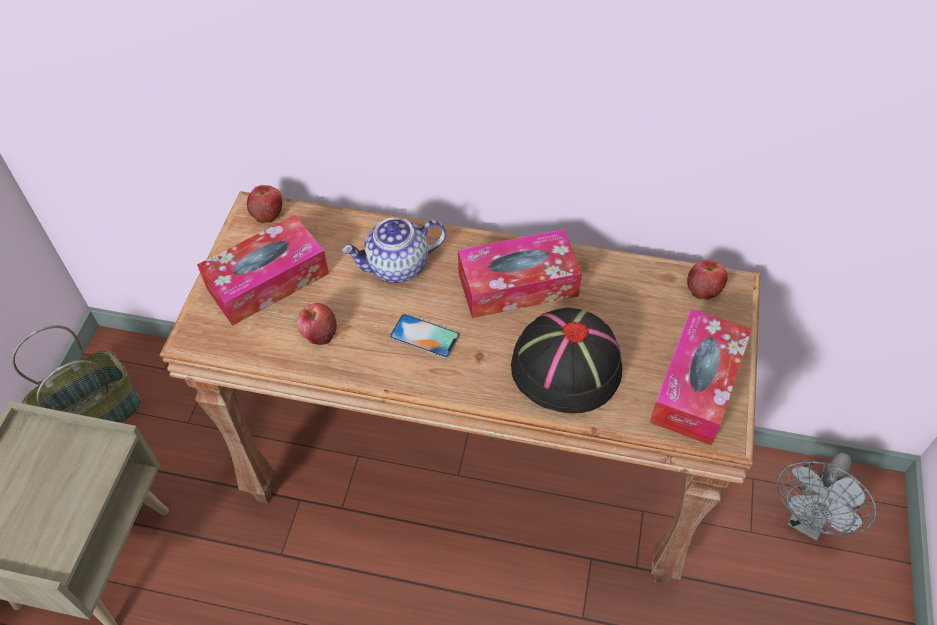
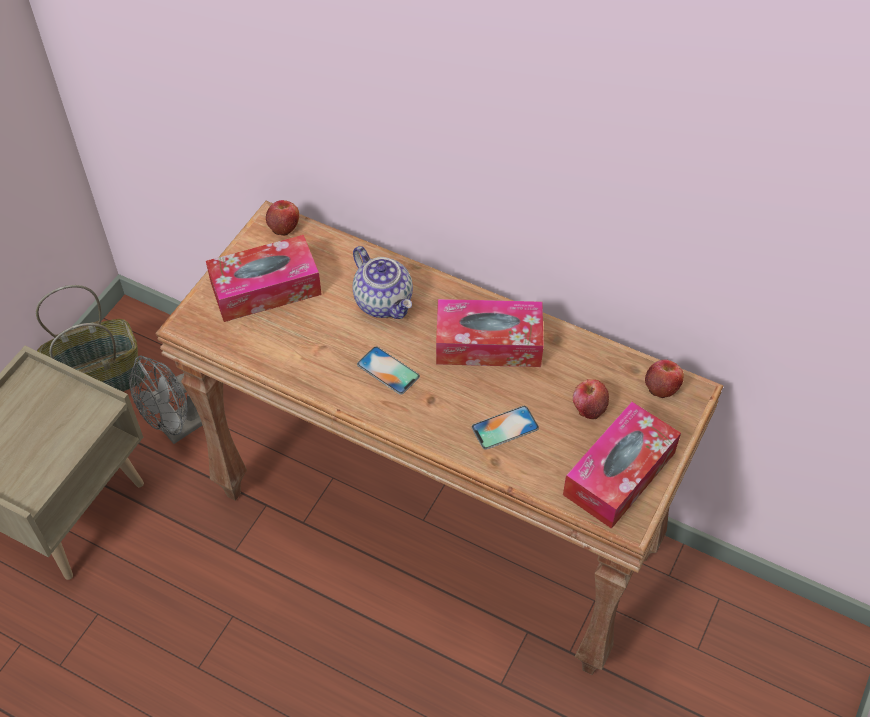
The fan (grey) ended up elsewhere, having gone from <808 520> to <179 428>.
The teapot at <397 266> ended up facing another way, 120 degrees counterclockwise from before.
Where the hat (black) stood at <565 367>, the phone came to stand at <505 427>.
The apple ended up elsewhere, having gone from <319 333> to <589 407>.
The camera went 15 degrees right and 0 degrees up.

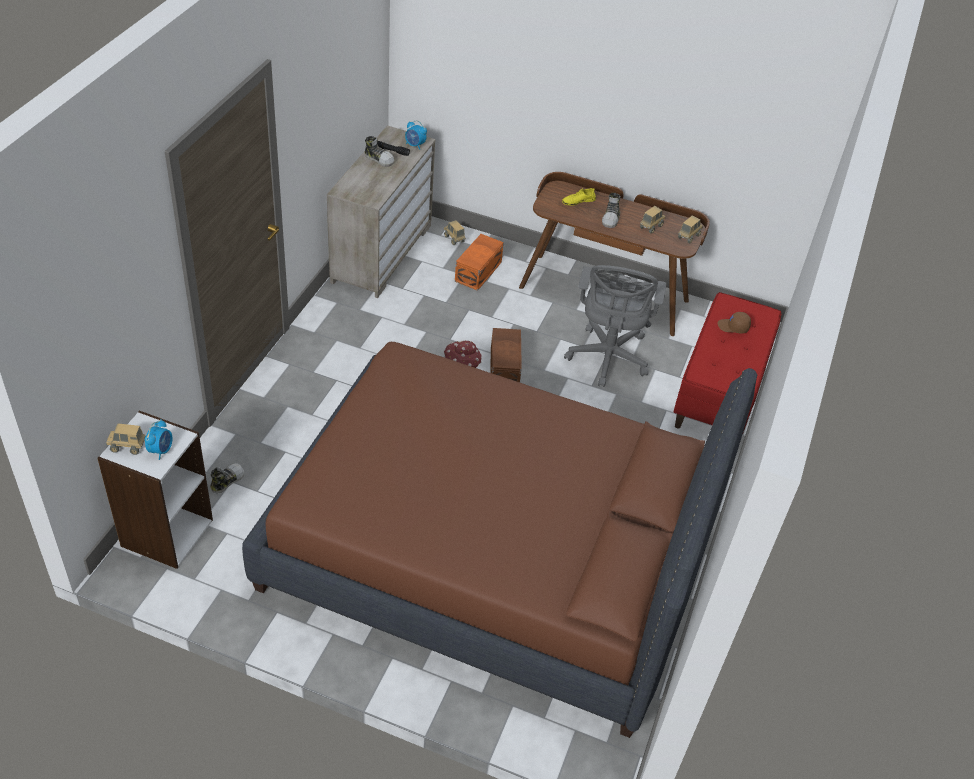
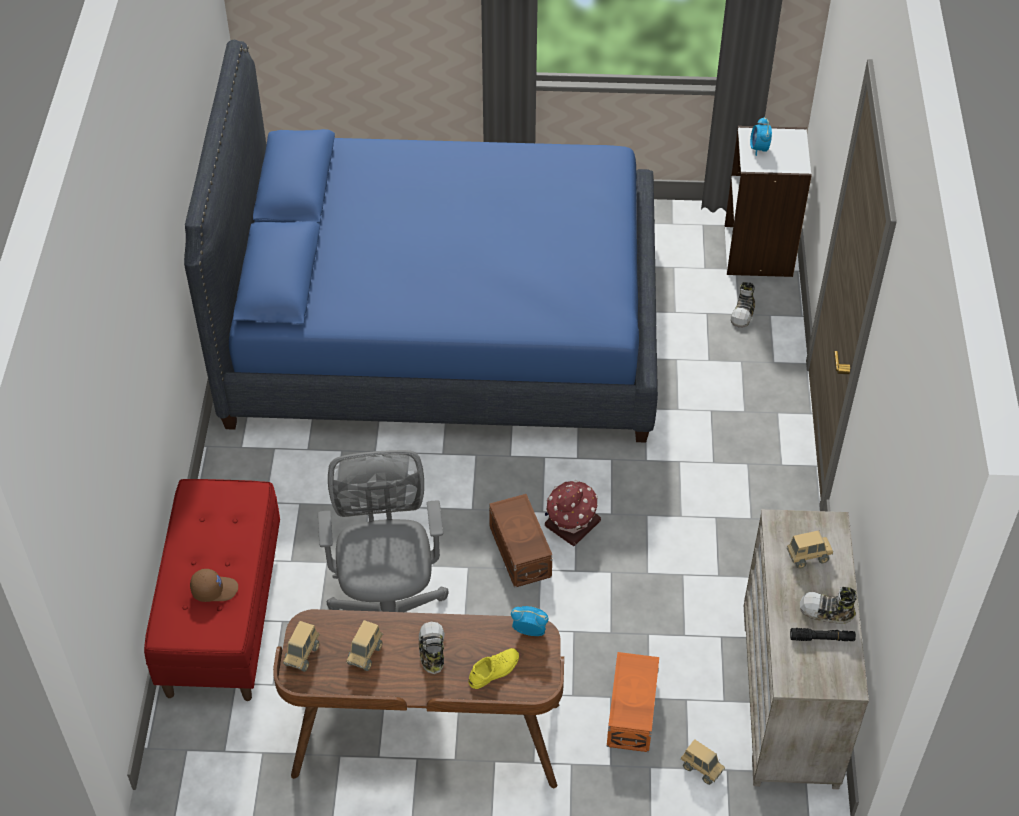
What was the bed (brown) at <490 555> turned into the bed (blue) at <442 325>.
The alarm clock ended up elsewhere, having gone from <415 145> to <529 630>.
The toy truck ended up elsewhere, having gone from <127 447> to <808 557>.
The camera went 165 degrees right and 5 degrees up.

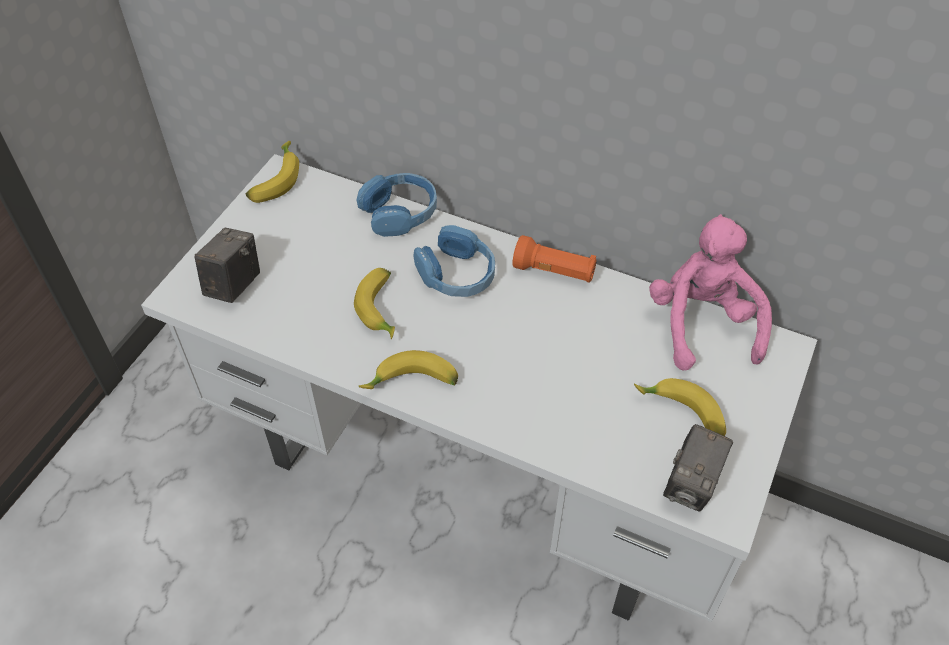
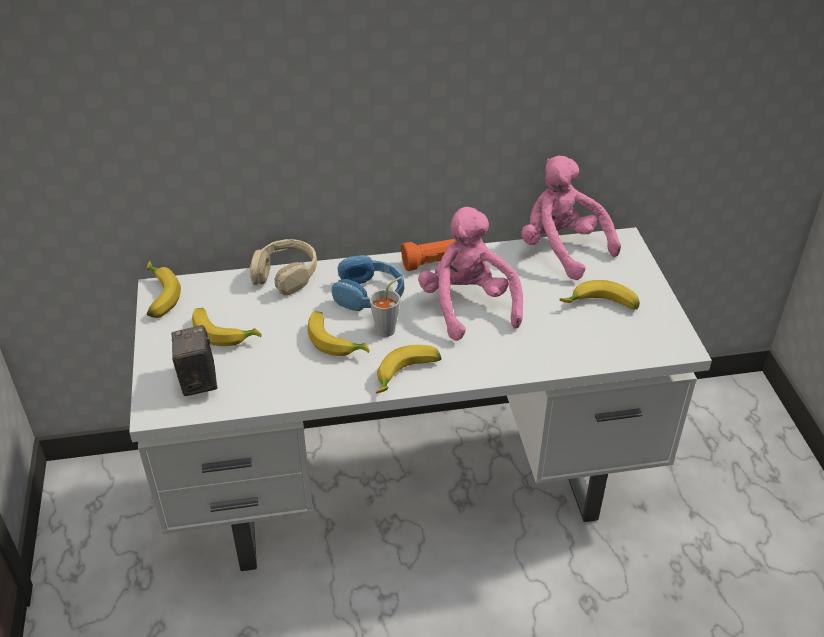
The second view gained the banana at <224 332>.
What was the headphones (blue) at <400 213> turned into the headphones (beige) at <285 275>.
The second view gained the cup (grey) at <389 328>.
The second view gained the plush toy (pink) at <467 306>.
The second view lost the photo camera at <691 485>.
The camera went 35 degrees left and 10 degrees down.

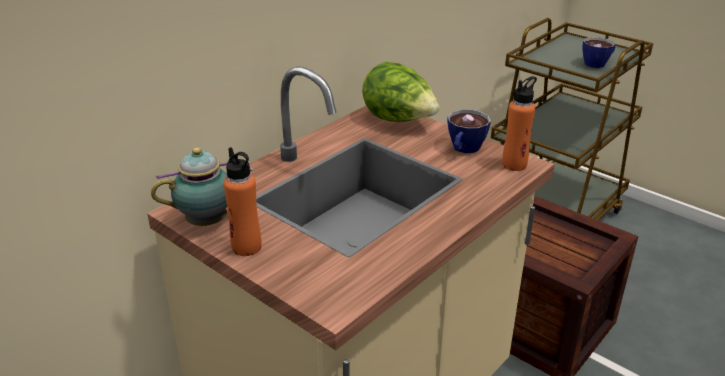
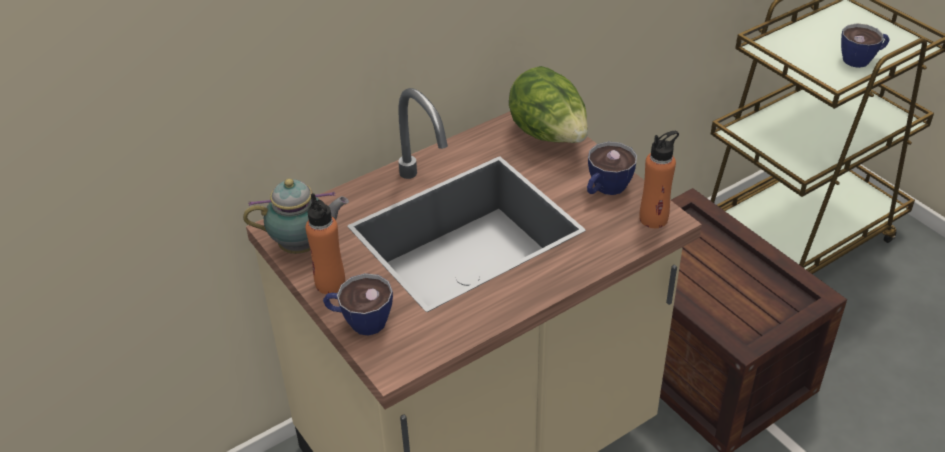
The second view gained the cup at <359 321>.
The camera went 15 degrees right and 10 degrees up.

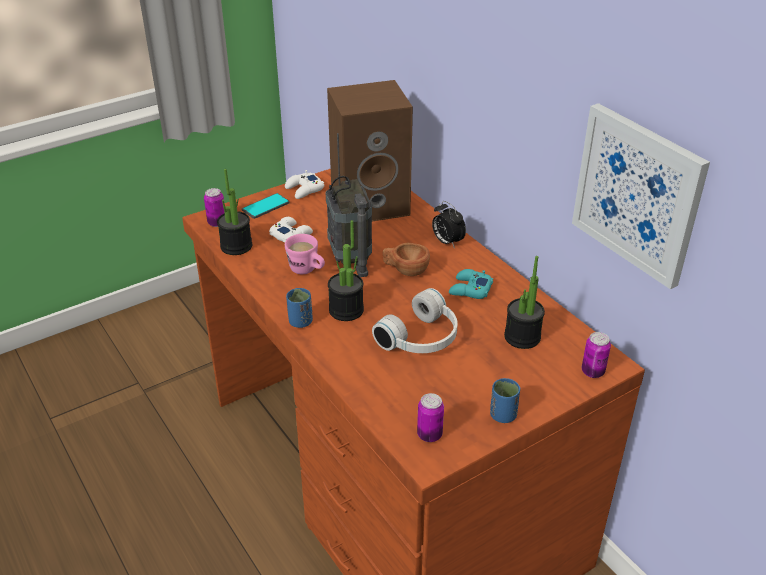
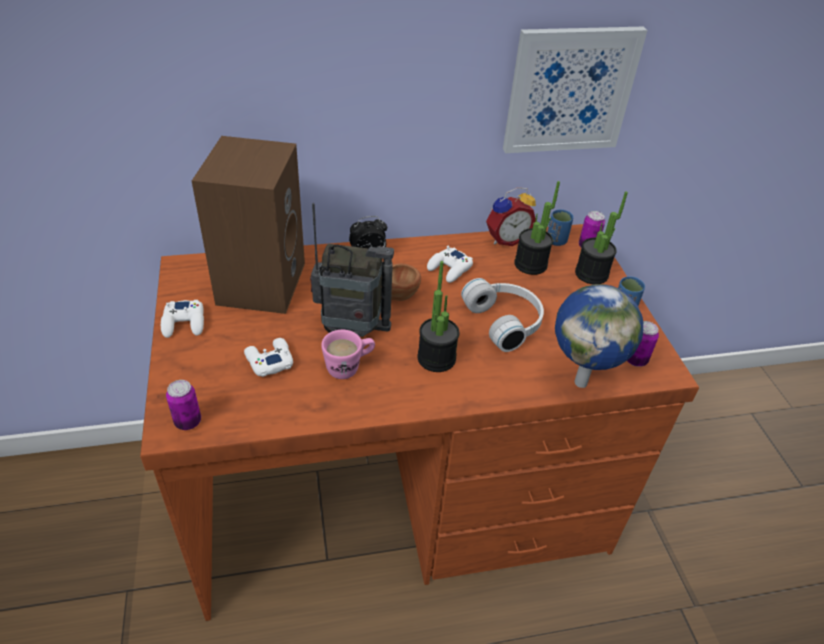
What was the game controller (turquoise) at <470 289> turned into the game controller (white) at <450 269>.
The second view gained the alarm clock at <506 239>.
The cup (blue) ended up elsewhere, having gone from <300 322> to <556 241>.
The second view gained the globe at <581 381>.
The potted plant ended up elsewhere, having gone from <236 246> to <591 274>.
The second view lost the phone at <266 206>.
The camera went 70 degrees left and 5 degrees up.

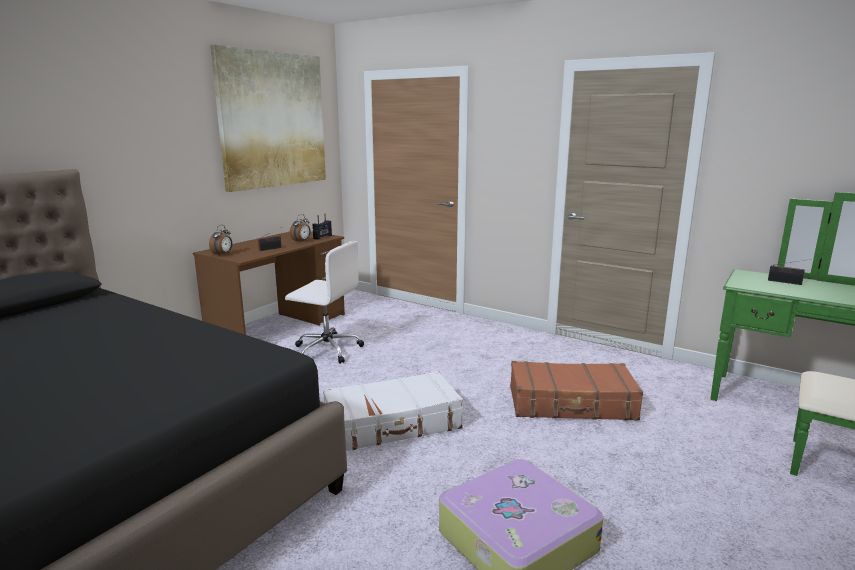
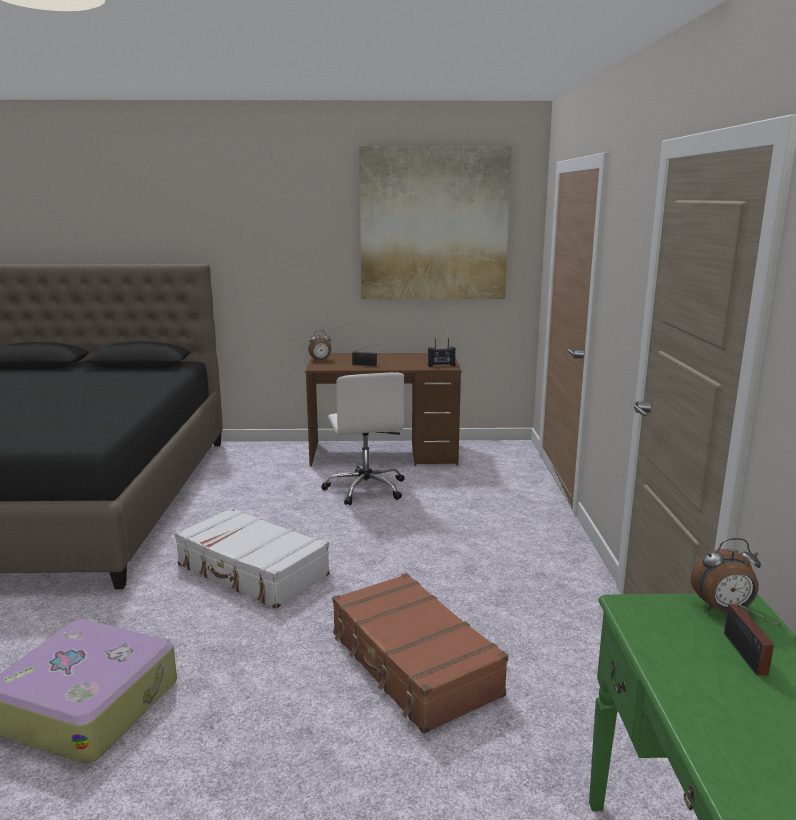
The alarm clock ended up elsewhere, having gone from <301 241> to <723 609>.
The camera went 55 degrees right and 0 degrees up.

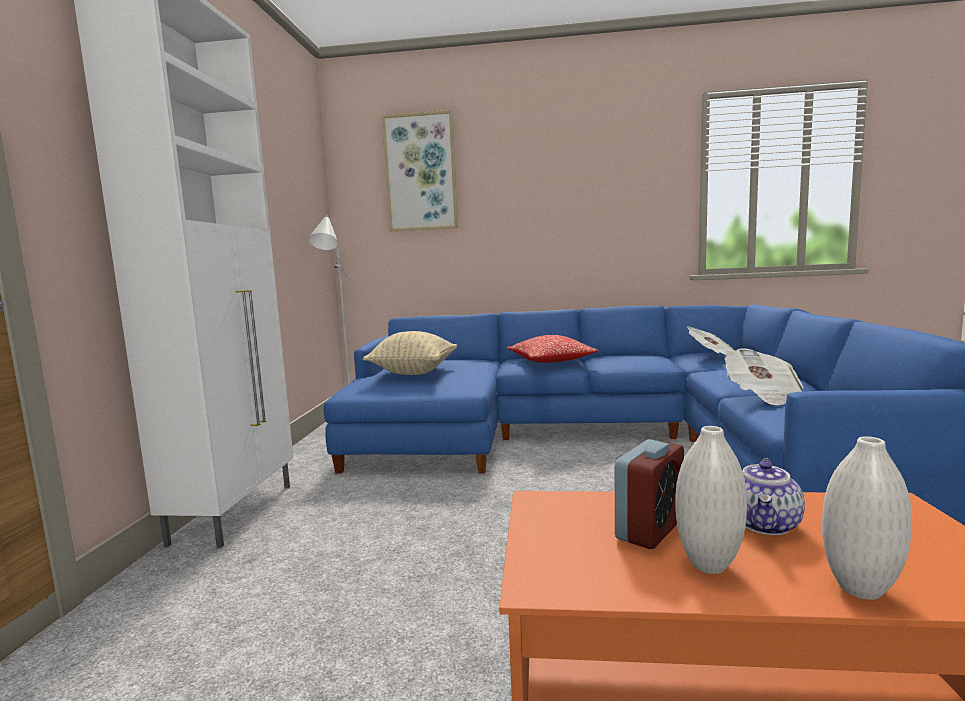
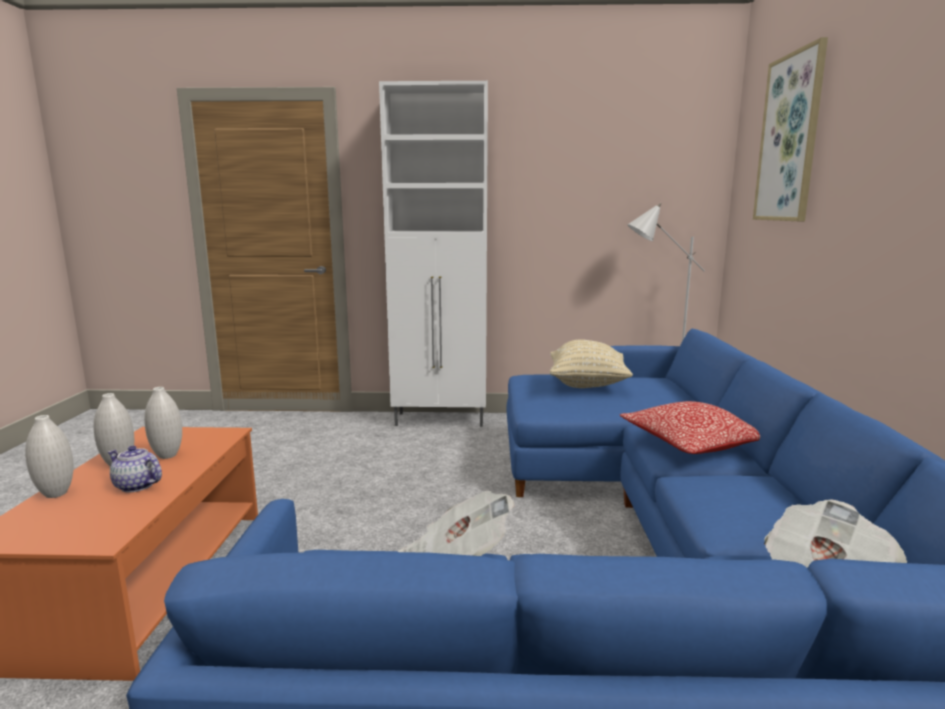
Where the alarm clock stood at <649 529>, the vase (white) came to stand at <167 455>.
The camera went 85 degrees right and 5 degrees up.

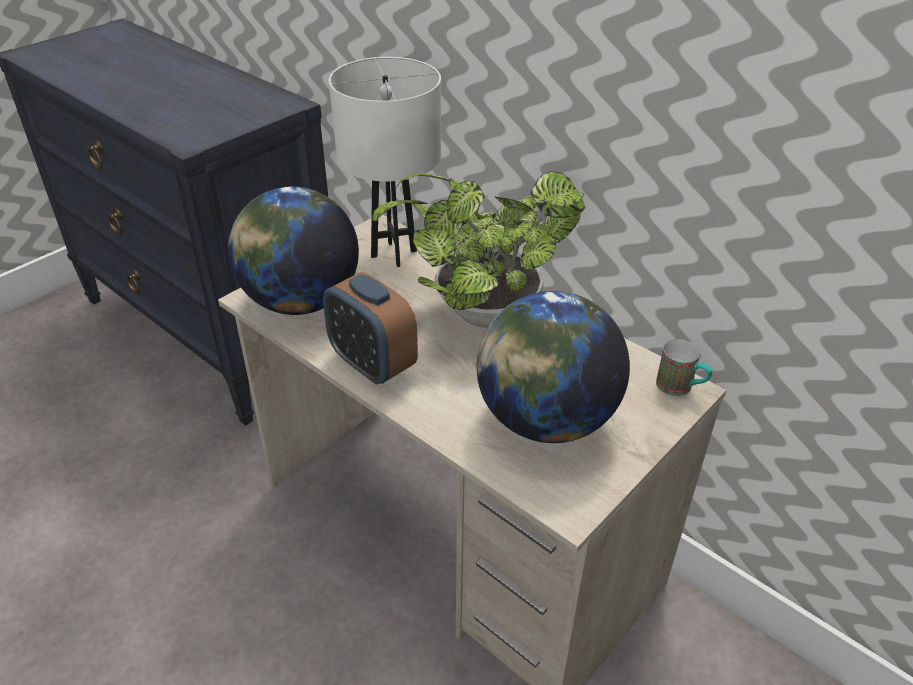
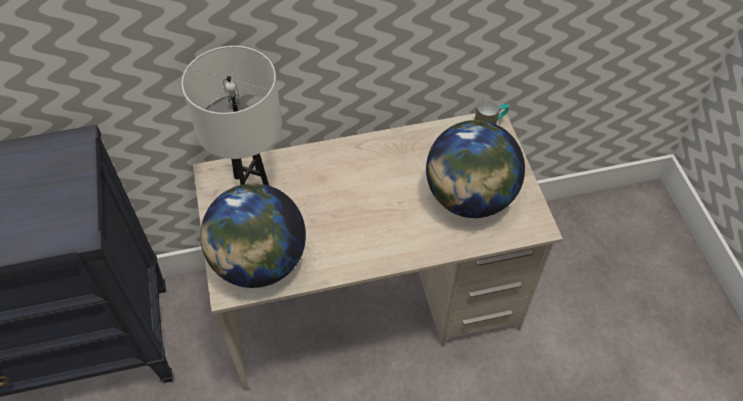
The second view lost the alarm clock at <372 364>.
The second view lost the potted plant at <479 313>.
The camera went 55 degrees left and 15 degrees up.

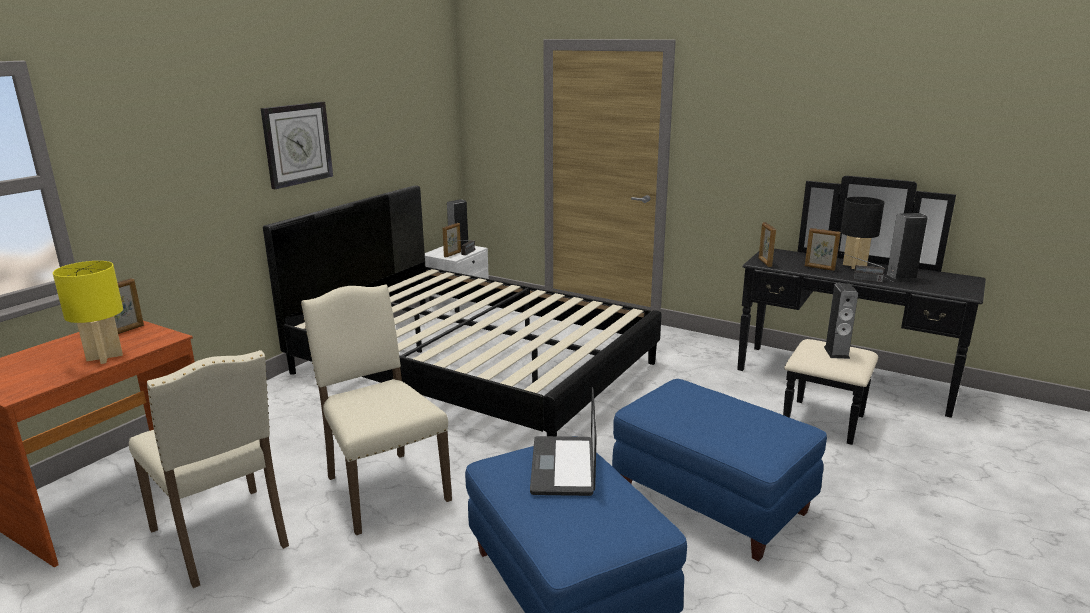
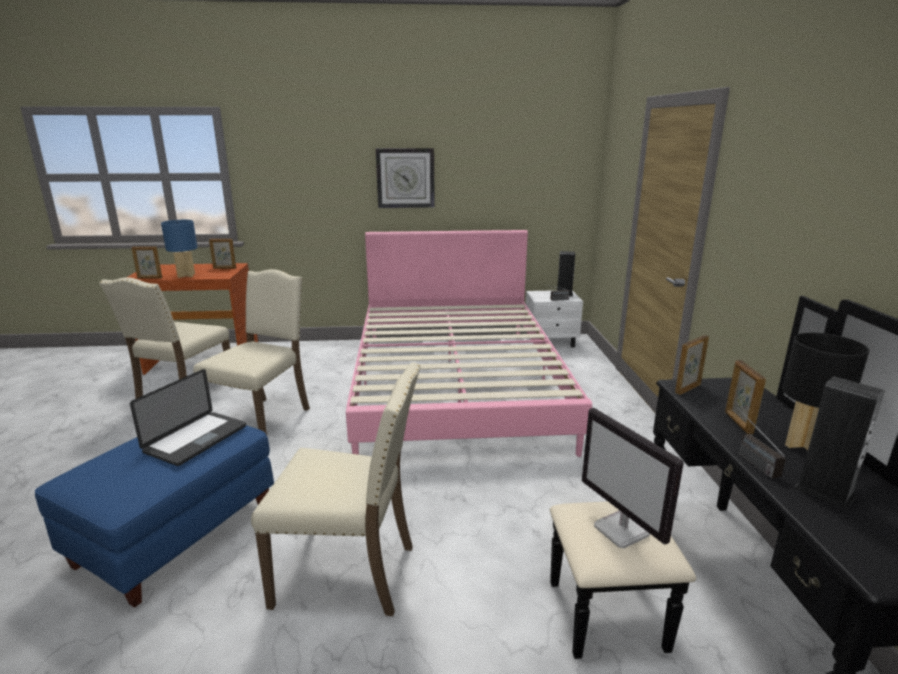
The laptop at <563 467> ended up facing another way, 150 degrees clockwise from before.
The picture frame ended up elsewhere, having gone from <452 254> to <149 278>.
What was the table lamp (yellow) at <104 358> turned into the table lamp (blue) at <186 275>.
Where the ottoman (blue) stood at <712 501>, the chair (beige) came to stand at <349 573>.
What was the bed (black) at <473 367> turned into the bed (pink) at <456 385>.
Where the speaker stood at <836 352>, the monitor came to stand at <622 531>.
The camera went 55 degrees right and 0 degrees up.

